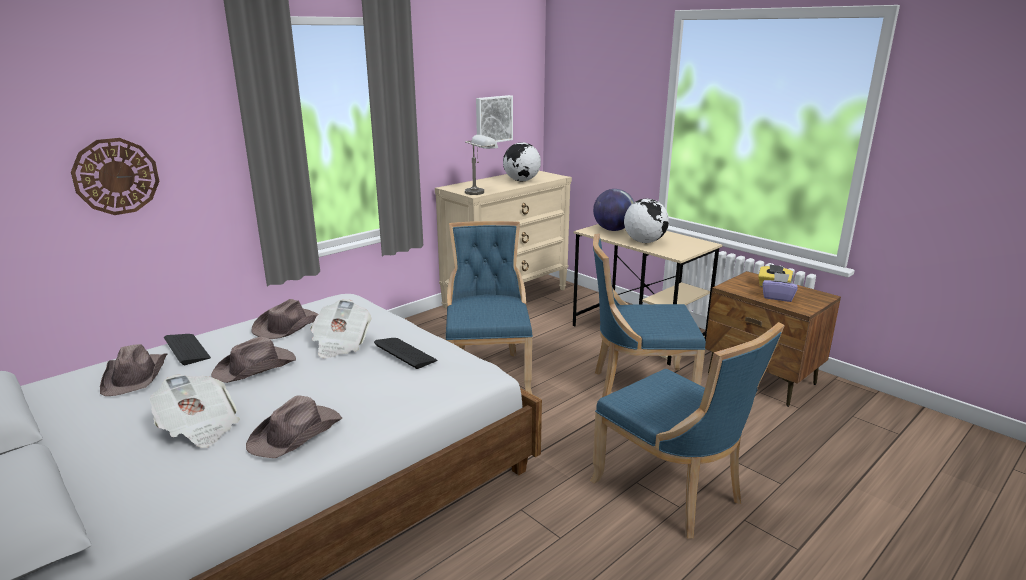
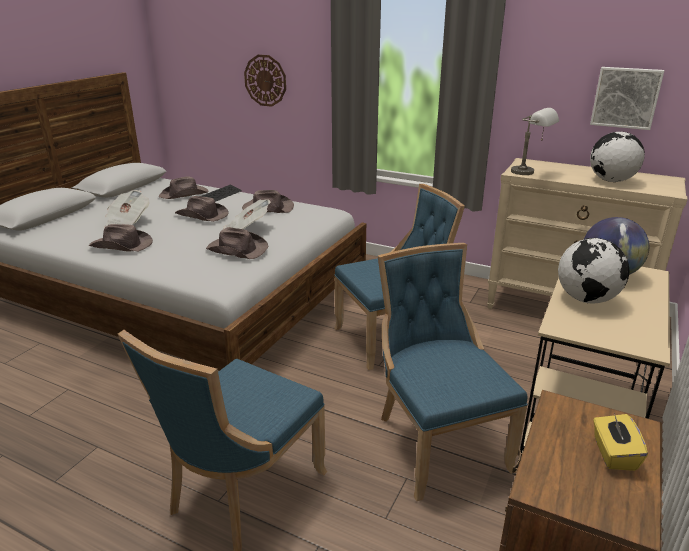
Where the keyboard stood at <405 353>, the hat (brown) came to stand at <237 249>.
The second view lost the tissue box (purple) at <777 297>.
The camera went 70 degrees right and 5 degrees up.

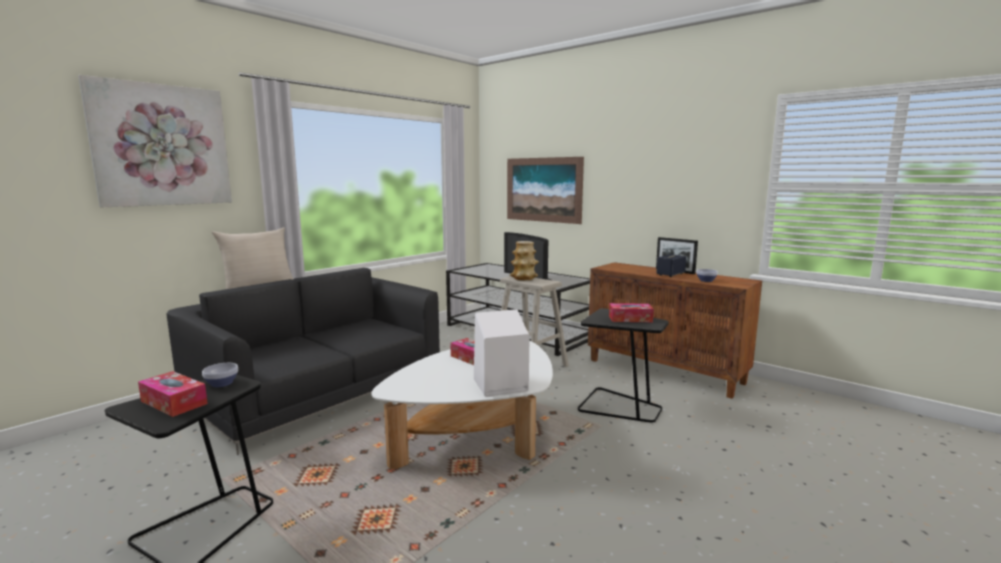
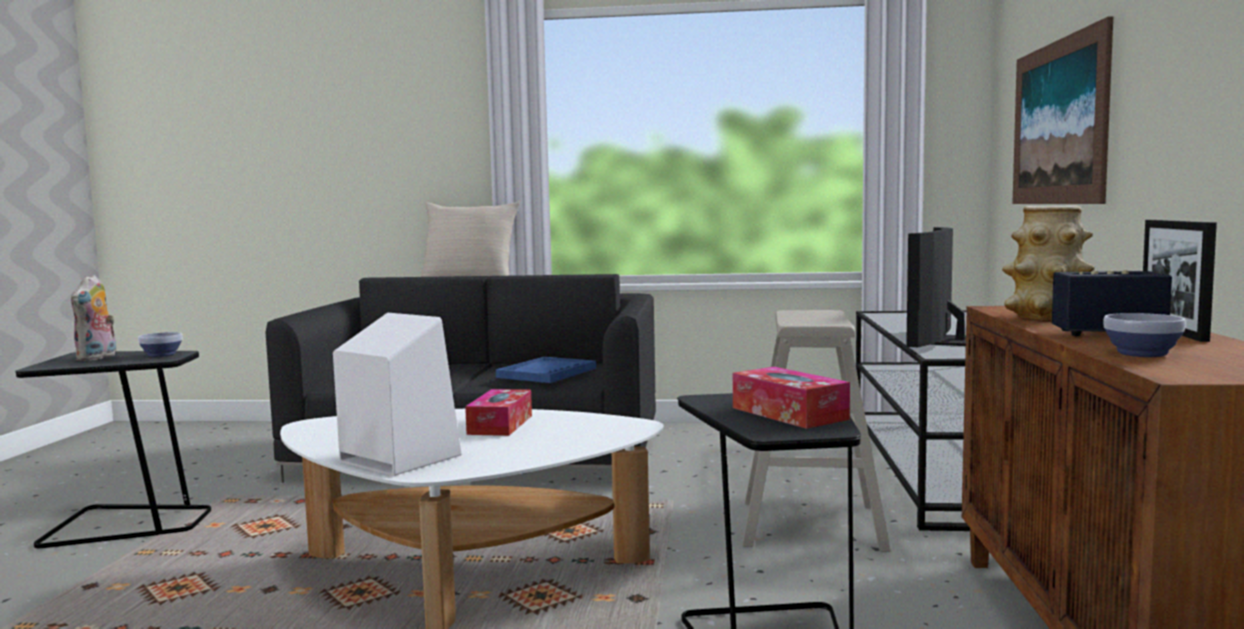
Where the tissue box stood at <174 402>, the plush toy came to stand at <98 358>.
The second view gained the tray (blue) at <547 373>.
The vase ended up elsewhere, having gone from <524 278> to <1046 317>.
The second view lost the picture at <162 145>.
The camera went 55 degrees right and 5 degrees down.

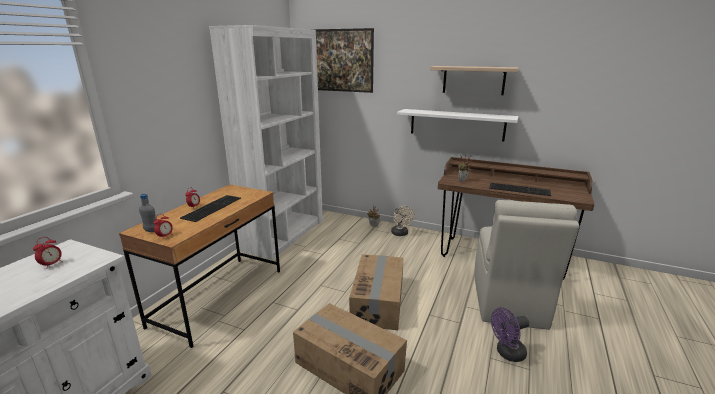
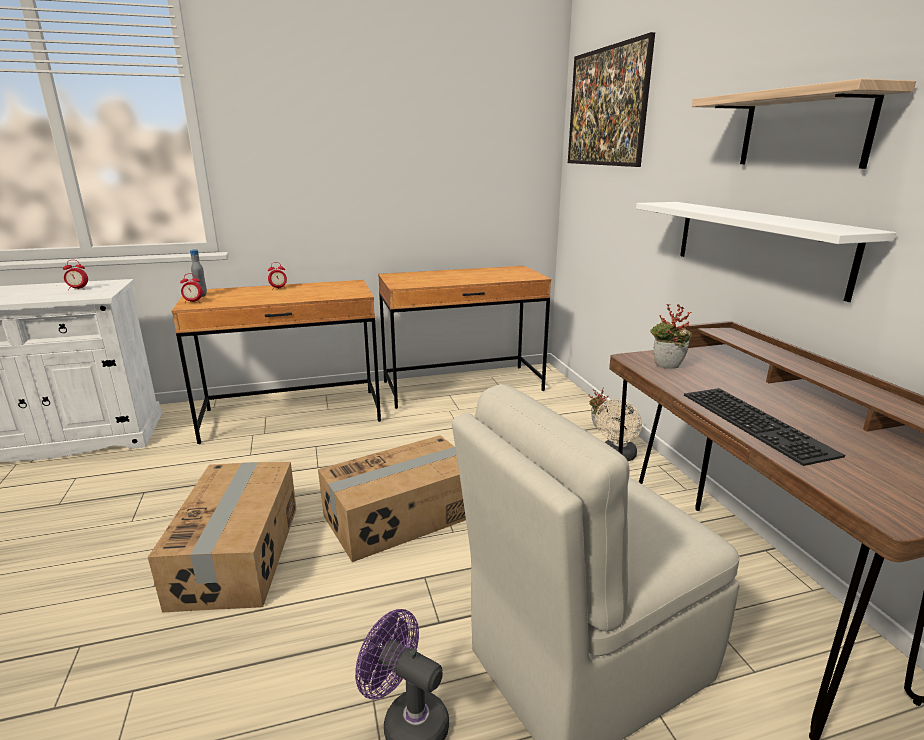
Where the bookcase (white) stood at <284 234>, the desk (brown) came to stand at <463 386>.
The second view lost the keyboard at <211 207>.
The camera went 50 degrees right and 0 degrees up.

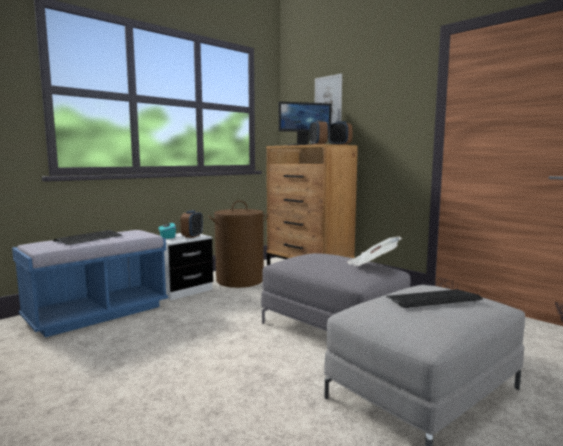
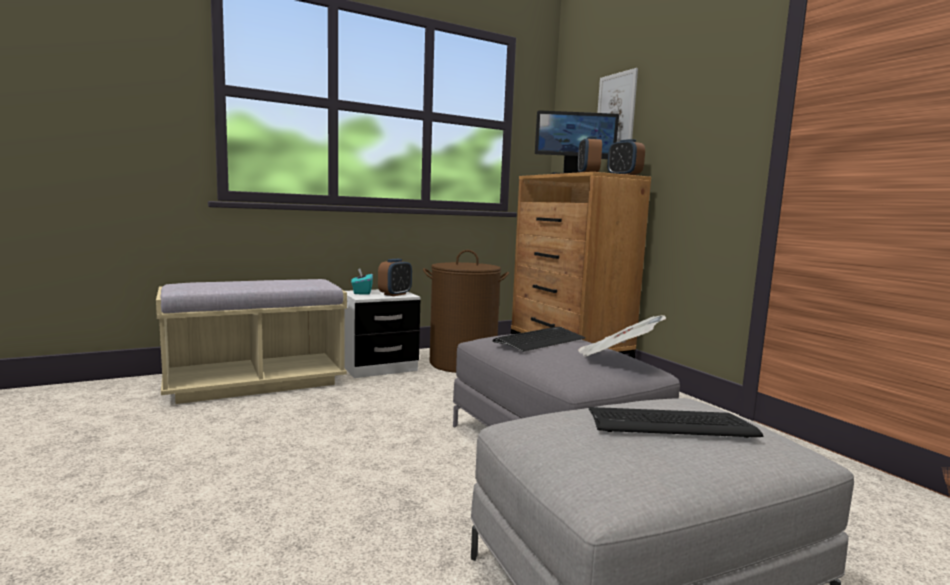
What was the bench (blue) at <98 313> turned into the bench (beige) at <256 383>.
The keyboard ended up elsewhere, having gone from <89 238> to <540 340>.
The camera went 15 degrees right and 0 degrees up.

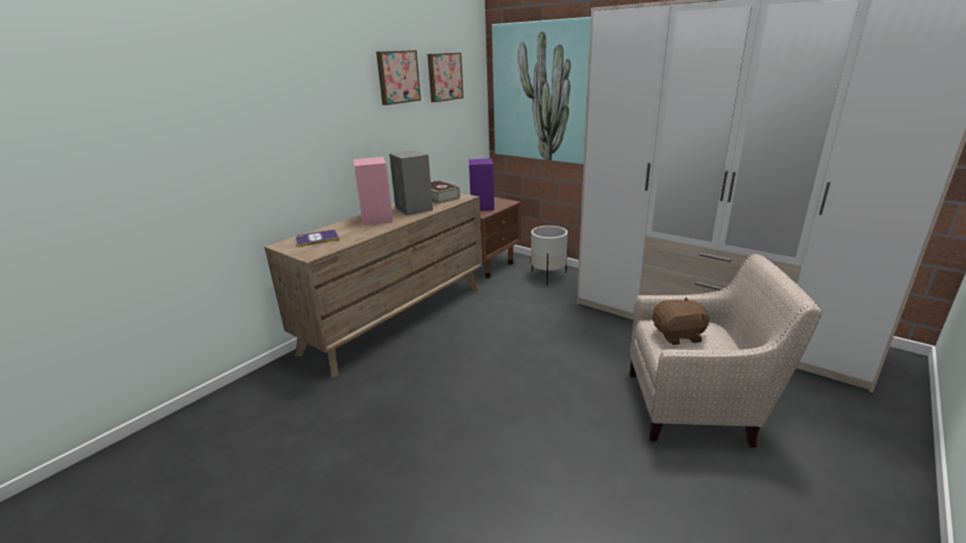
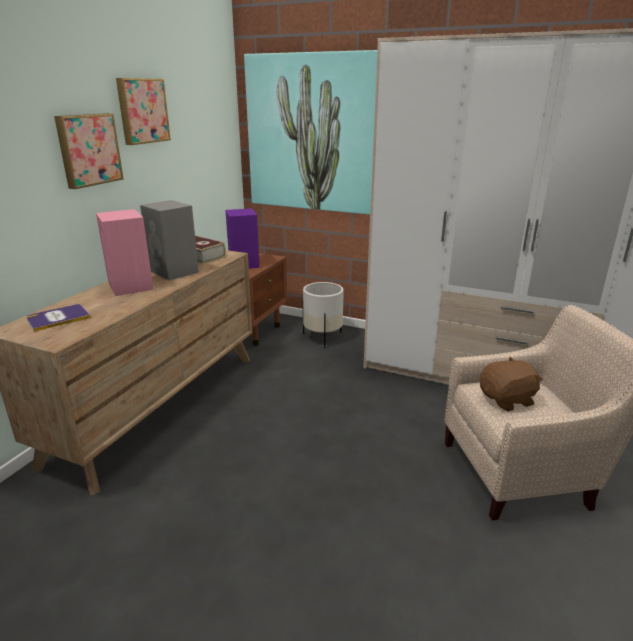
The picture ended up elsewhere, having gone from <444 77> to <88 150>.
The camera went 15 degrees left and 0 degrees up.

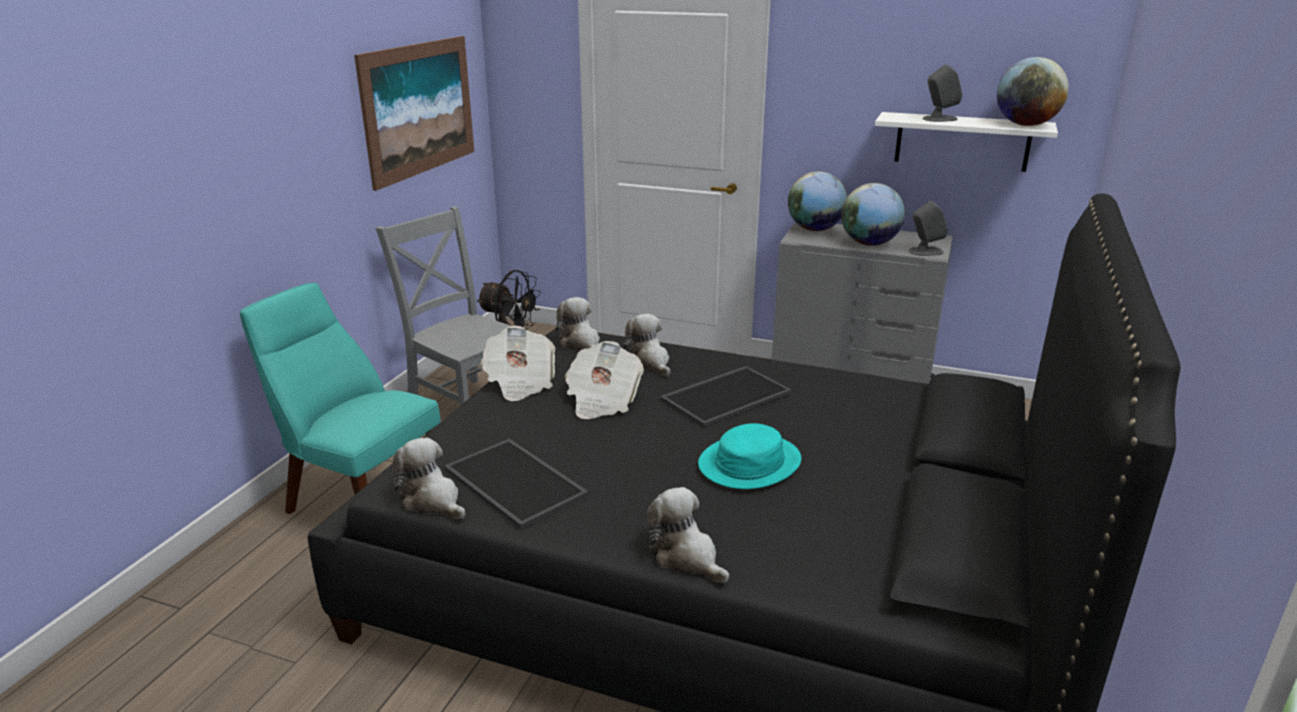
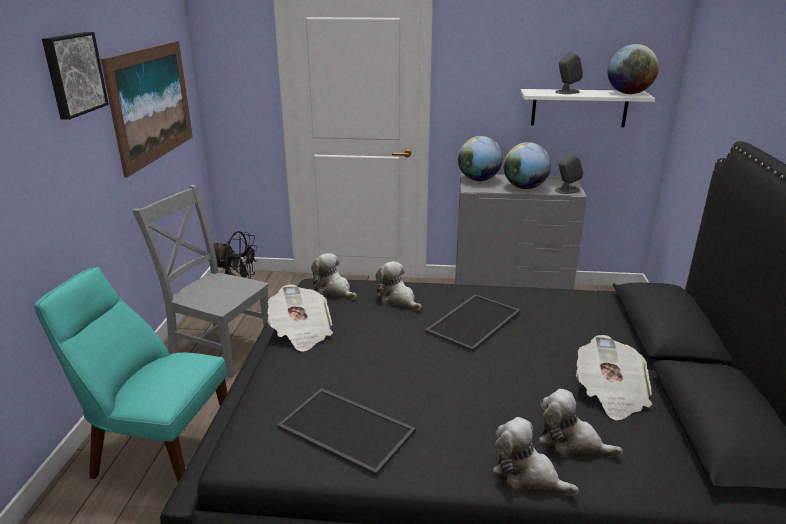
The second view gained the picture at <73 74>.
The plush toy ended up elsewhere, having gone from <432 500> to <571 443>.
The newspaper ended up elsewhere, having gone from <602 400> to <610 394>.
The second view lost the hat (turquoise) at <749 463>.
The camera went 15 degrees left and 0 degrees up.

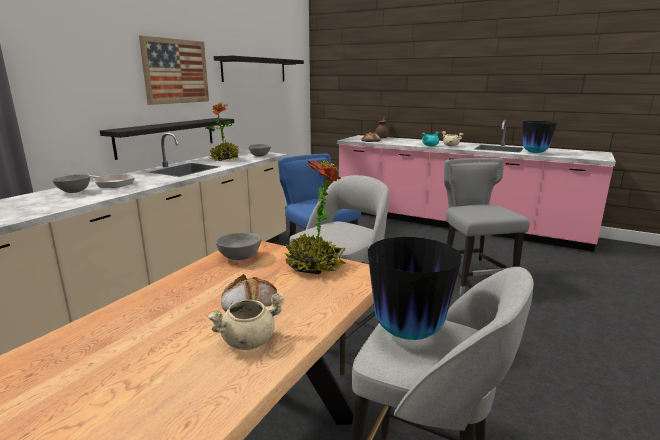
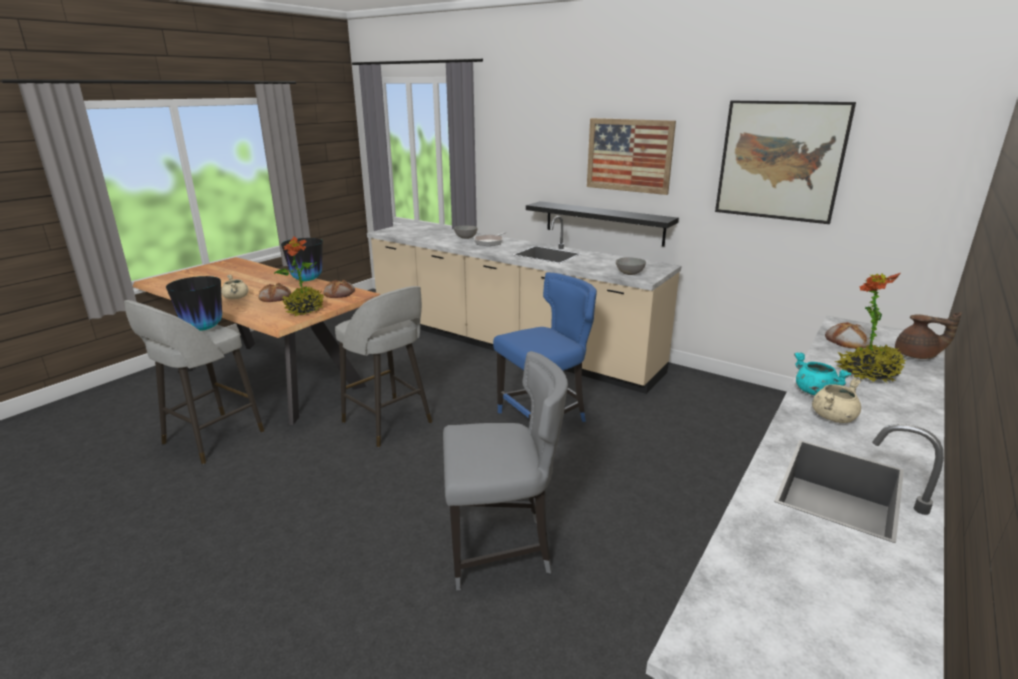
The vase ended up elsewhere, having gone from <535 153> to <307 280>.
Where the bowl (grey) stood at <239 257>, the bread came to stand at <339 293>.
Where the shelf (black) hung at <255 70>, the picture came to hang at <780 161>.
The potted plant ended up elsewhere, having gone from <225 159> to <867 374>.
The camera went 95 degrees right and 5 degrees up.

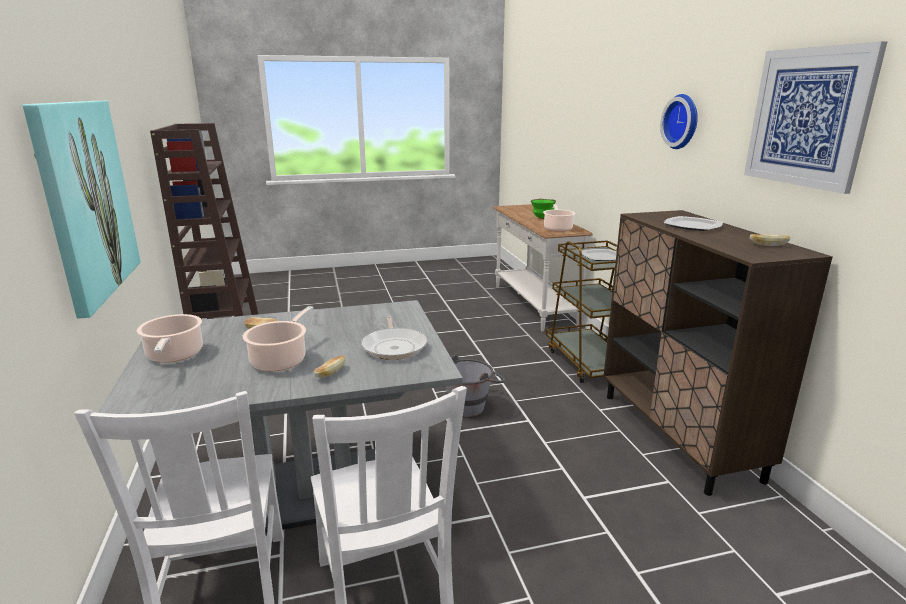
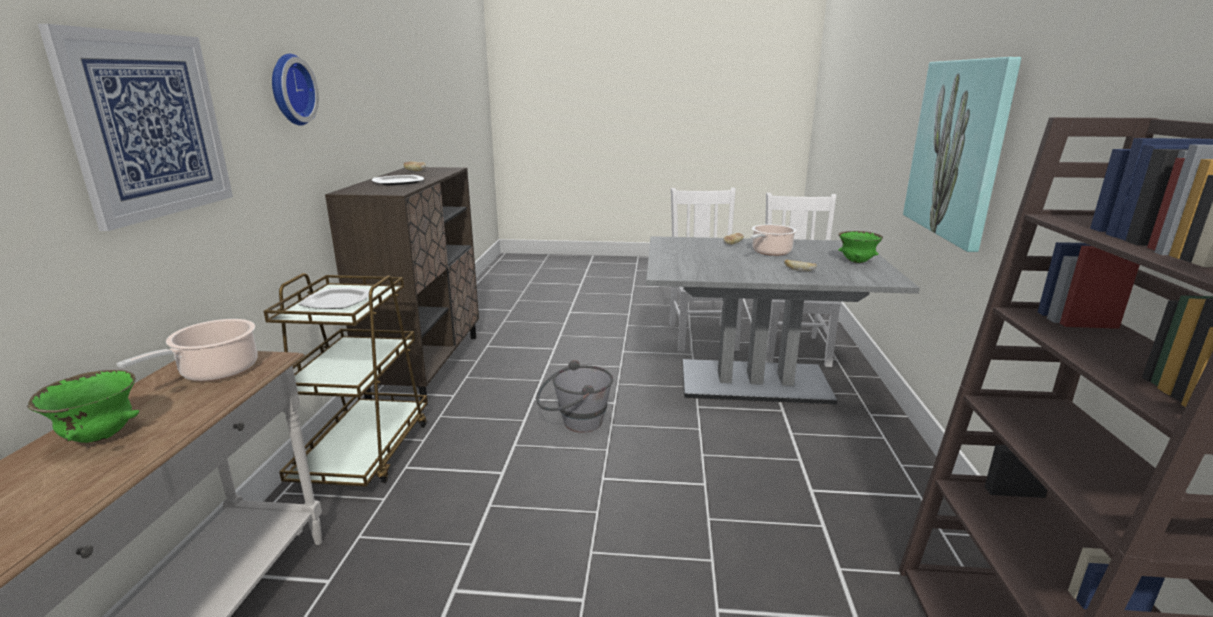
The picture ended up elsewhere, having gone from <808 117> to <149 126>.
Where the cooking pot stood at <174 355>, the bowl (green) came to stand at <856 262>.
The second view lost the frying pan at <394 346>.
The camera went 160 degrees left and 0 degrees up.

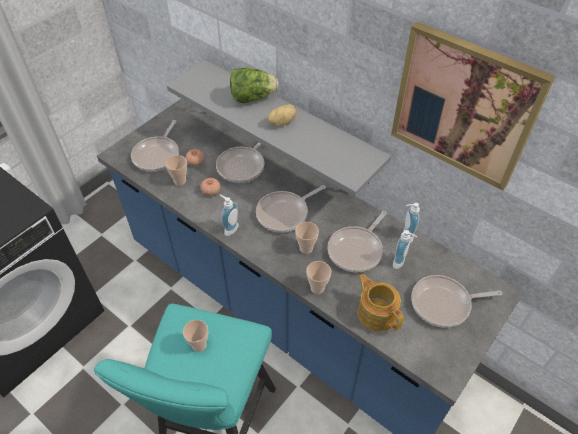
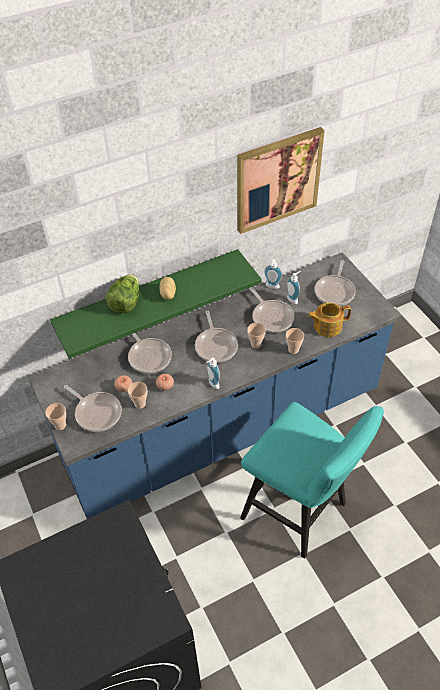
The cup ended up elsewhere, having gone from <199 345> to <60 425>.
What was the shelf (grey) at <290 122> turned into the shelf (green) at <149 297>.
The camera went 65 degrees left and 0 degrees up.

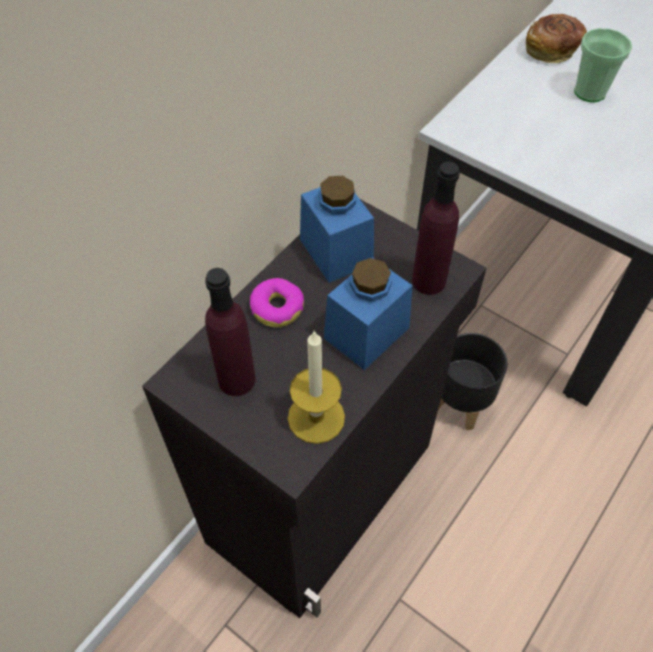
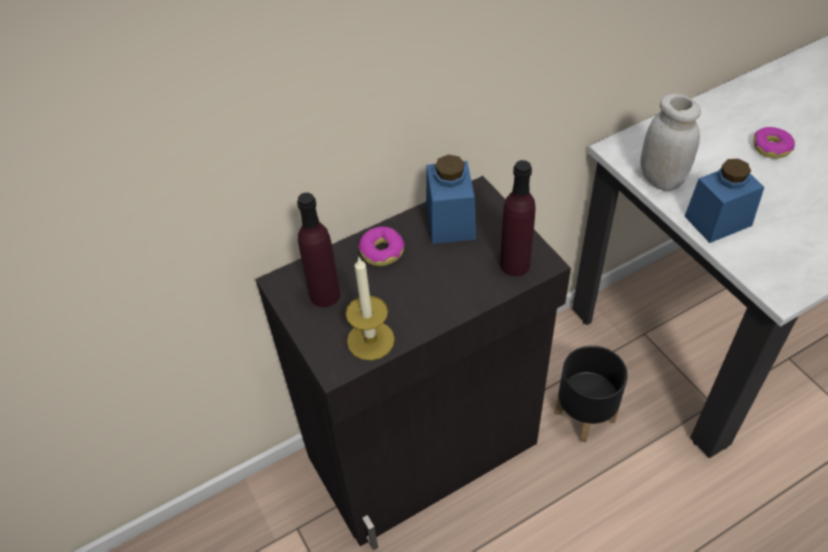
The second view gained the jar (white) at <661 179>.
The jar (blue) ended up elsewhere, having gone from <366 333> to <718 221>.
Where the cup stood at <589 92>, the donut came to stand at <771 148>.
The second view lost the bread at <552 50>.
The camera went 25 degrees right and 5 degrees down.

